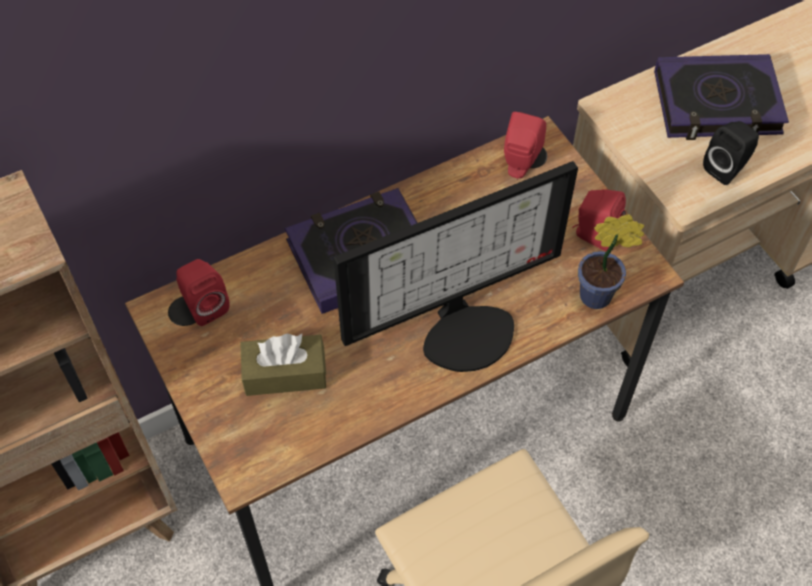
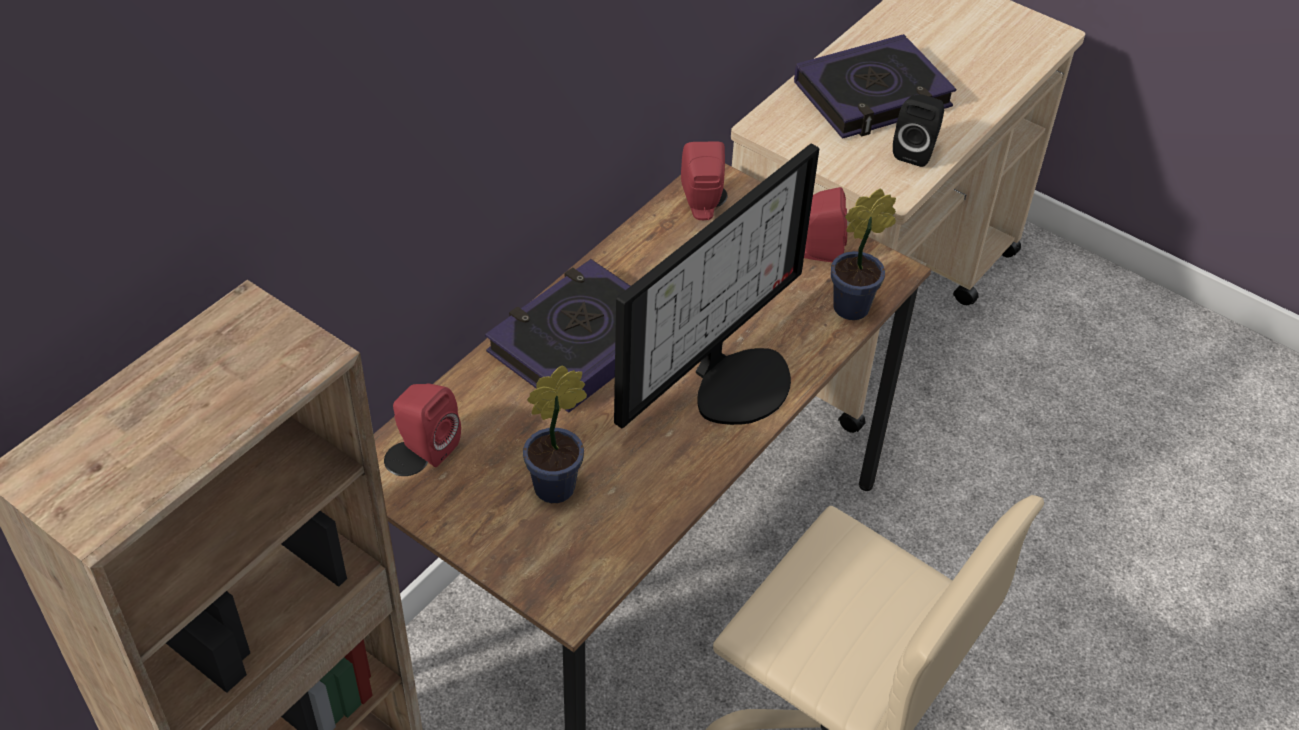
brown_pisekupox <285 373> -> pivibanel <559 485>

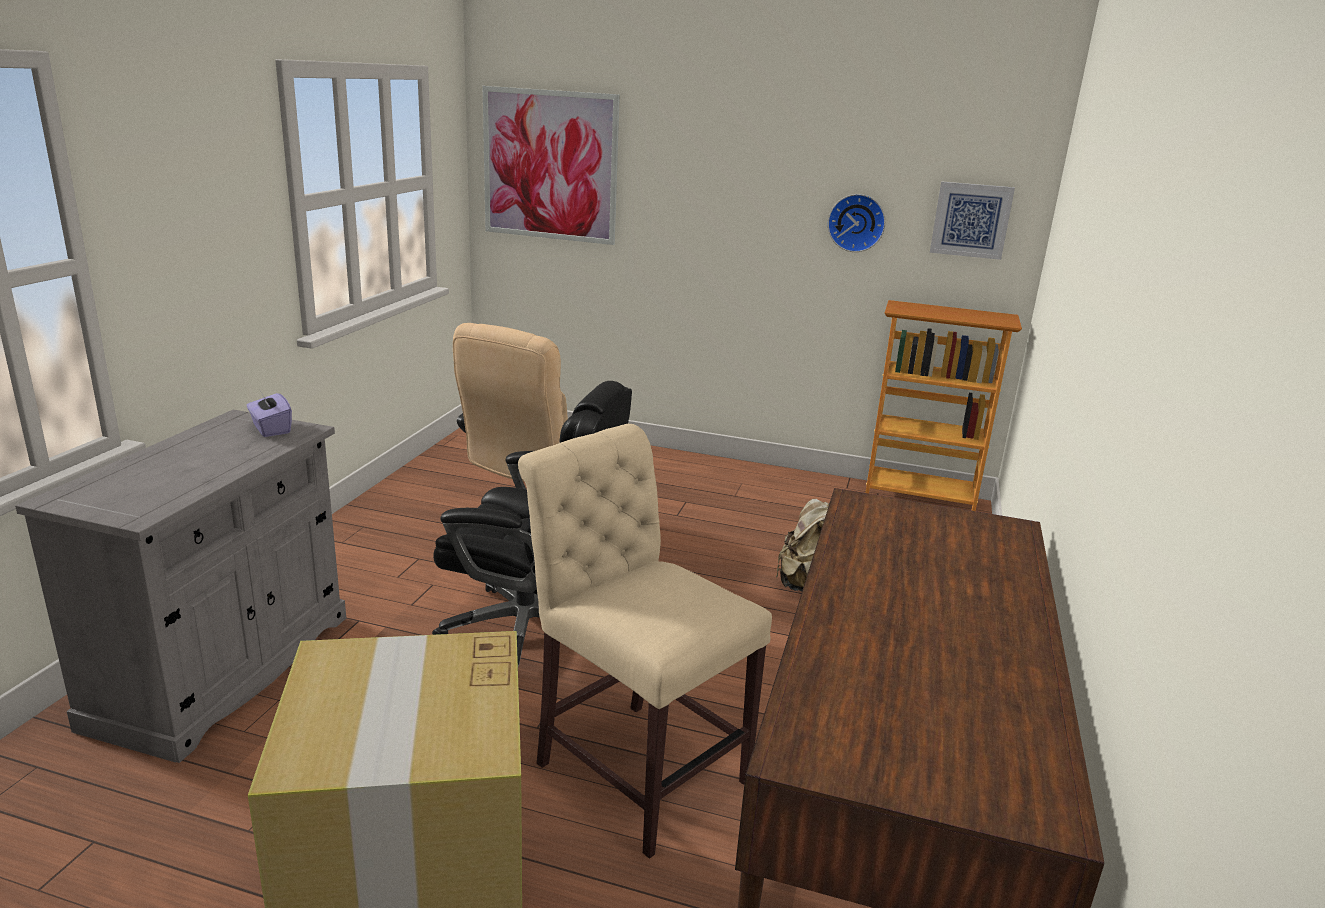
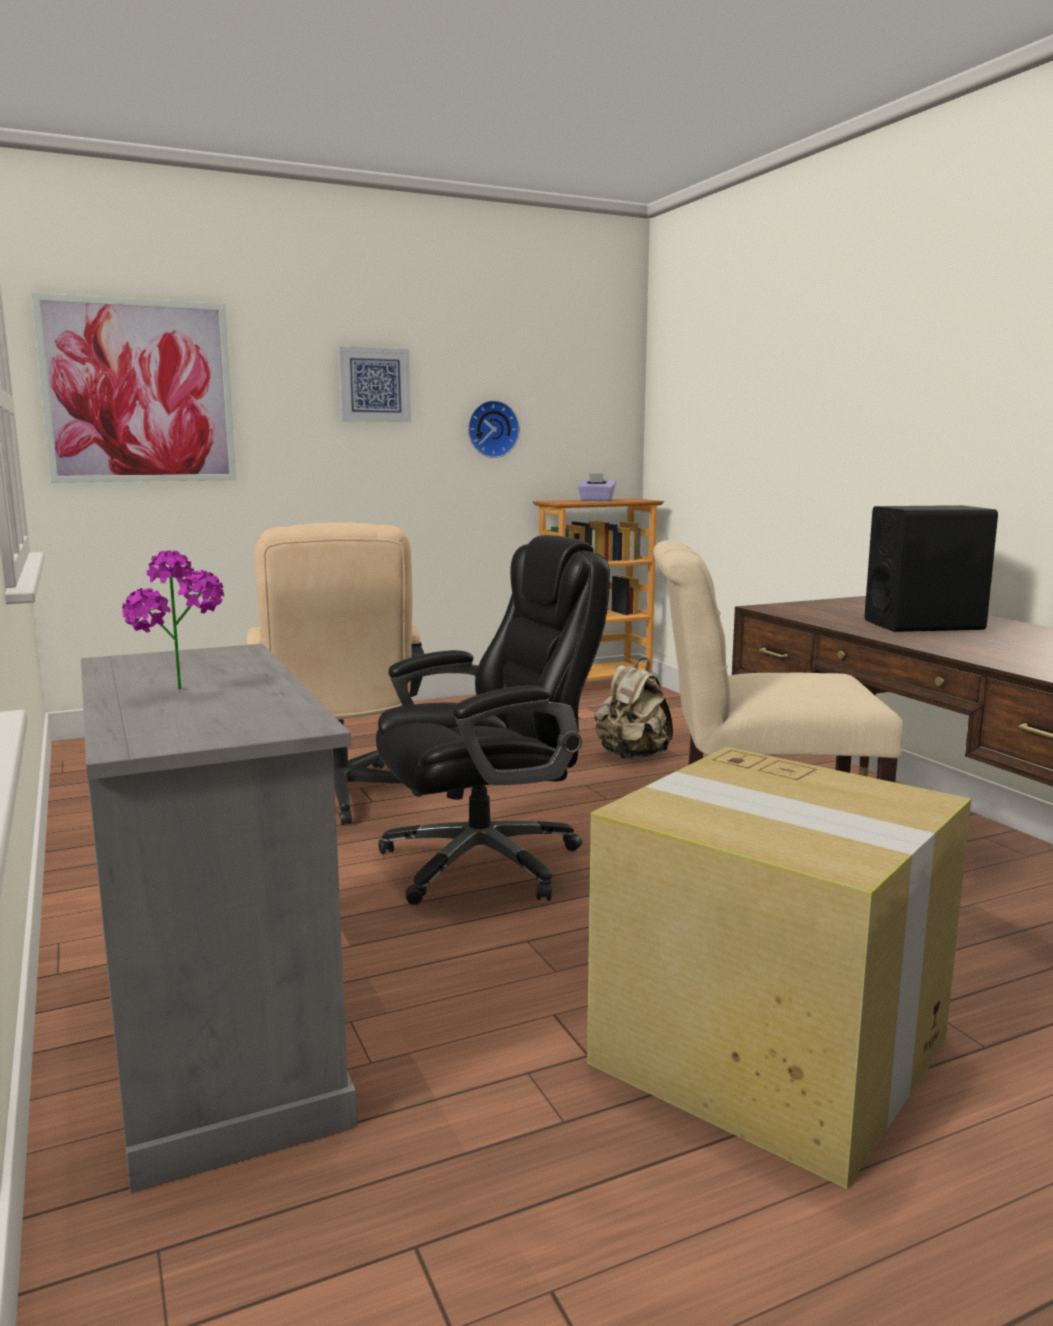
none -> pivibanel <183 692>
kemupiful <971 220> -> kemupiful <374 385>, moved
purple_pisekupox <271 429> -> purple_pisekupox <596 500>, moved
none -> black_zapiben <924 625>

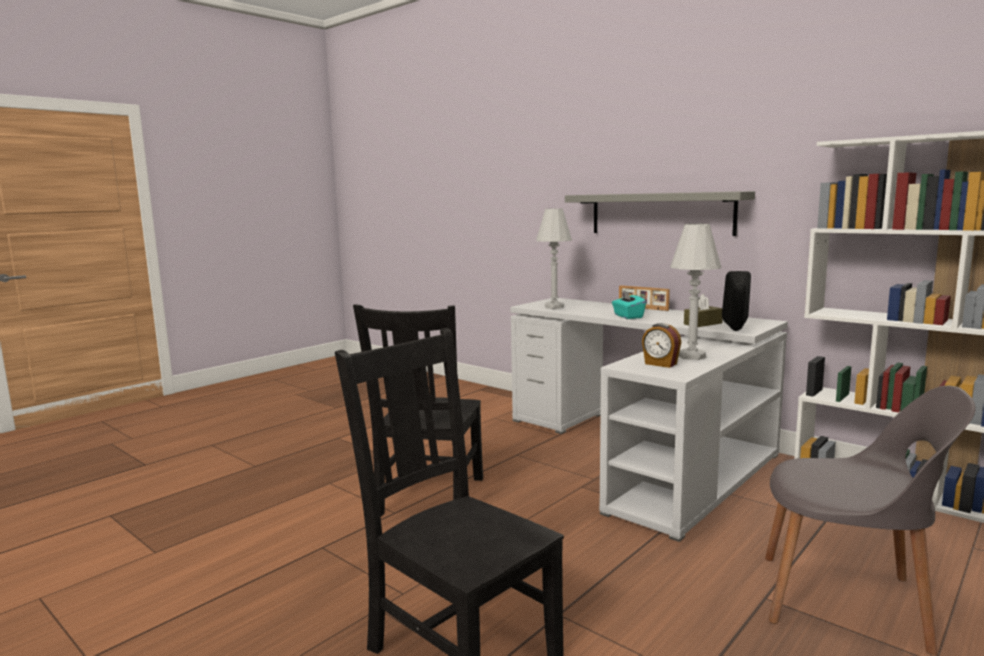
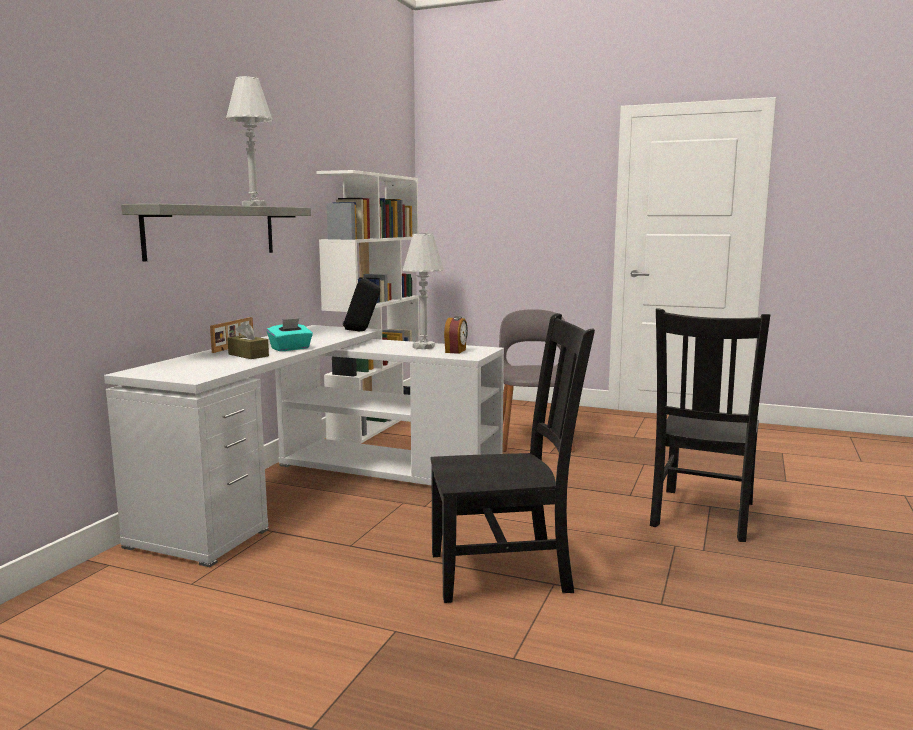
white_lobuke <554 307> -> white_lobuke <254 206>, moved
brown_pisekupox <703 323> -> brown_pisekupox <248 355>, moved

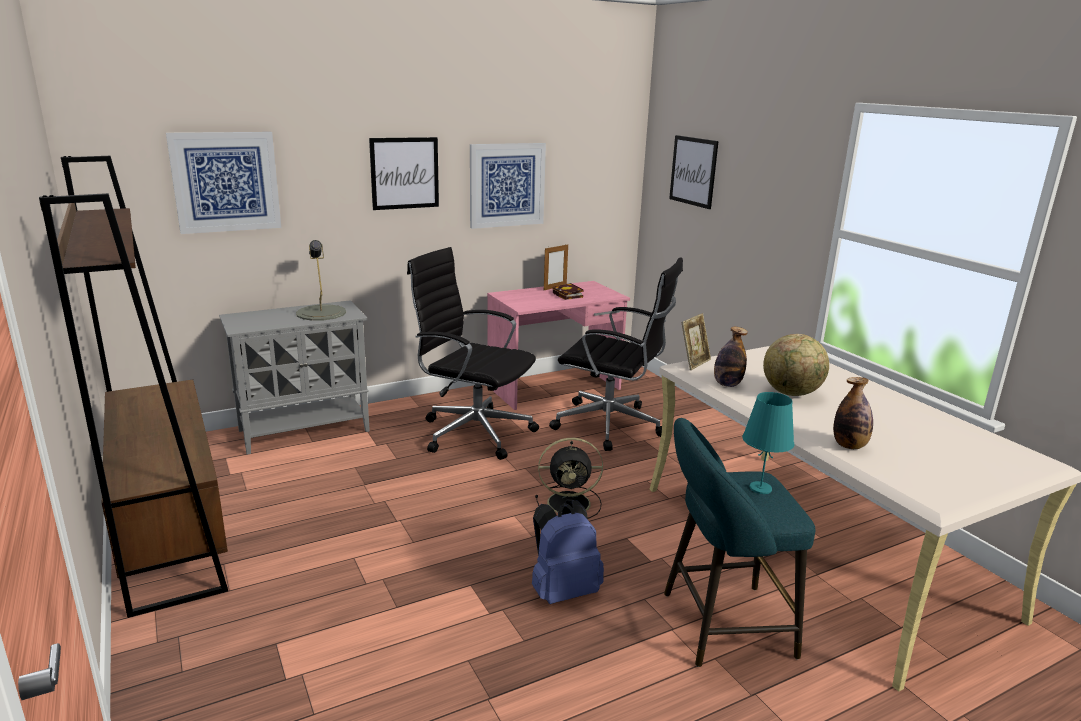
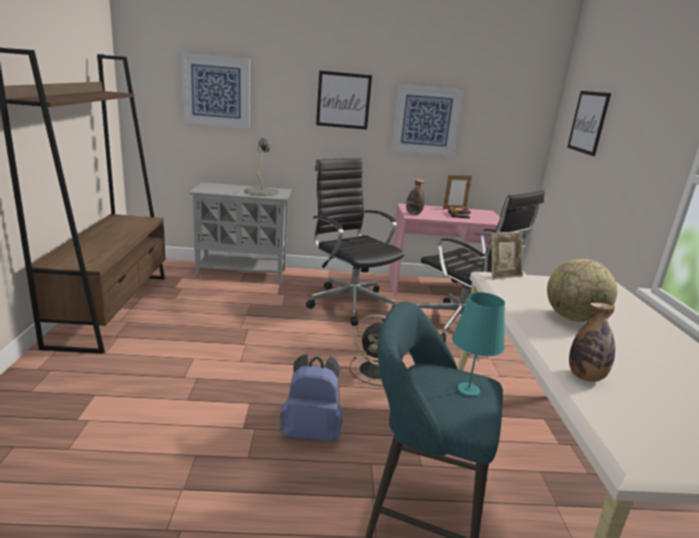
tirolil <727 384> -> tirolil <413 214>, moved

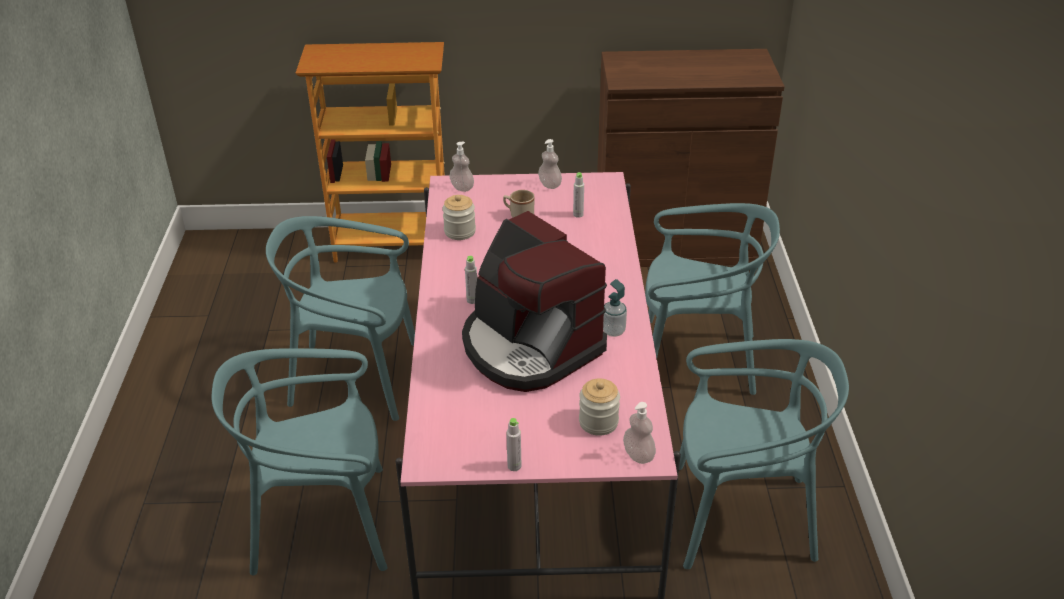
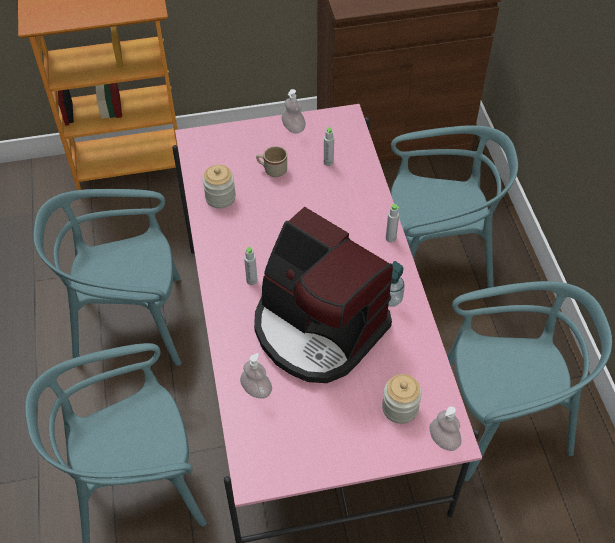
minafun <462 187> -> minafun <256 390>, moved
grey_tirolil <514 466> -> grey_tirolil <390 238>, moved

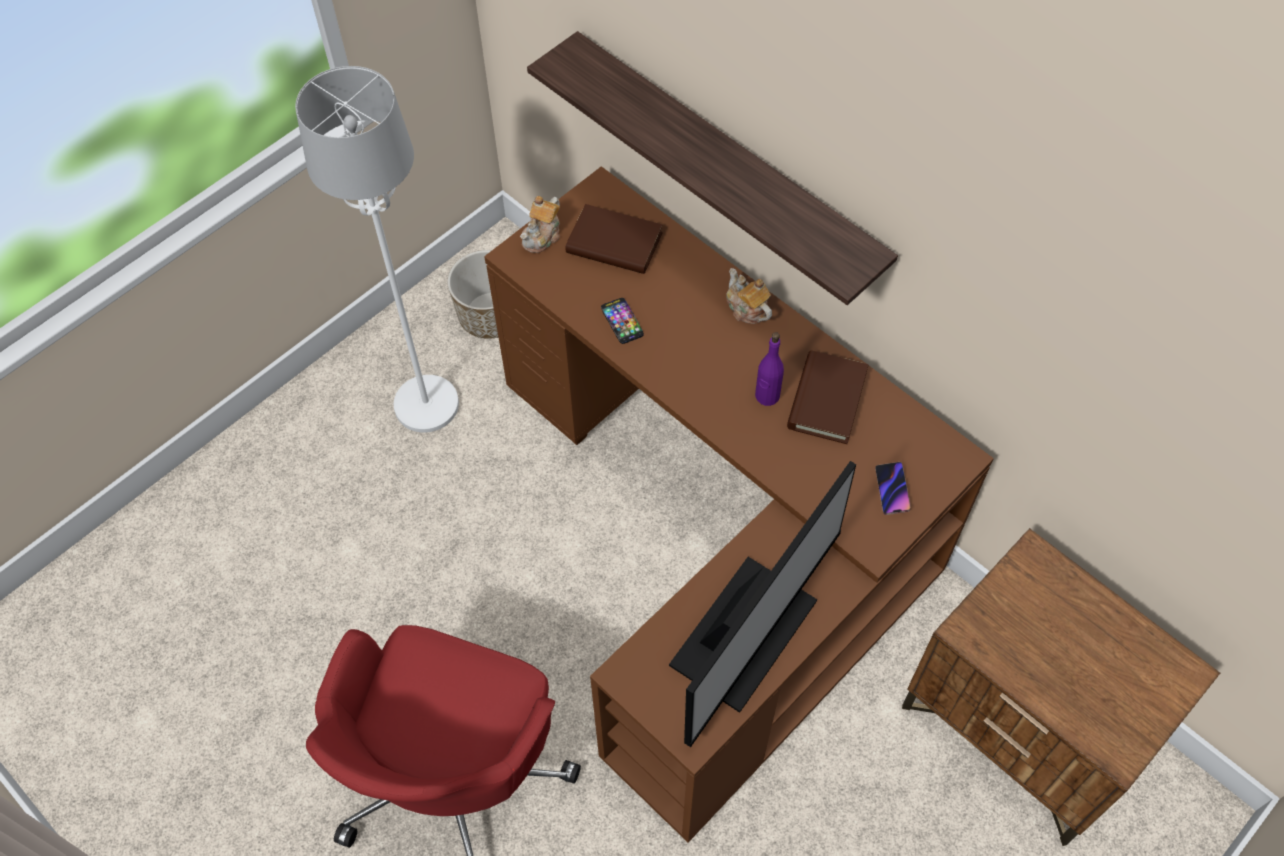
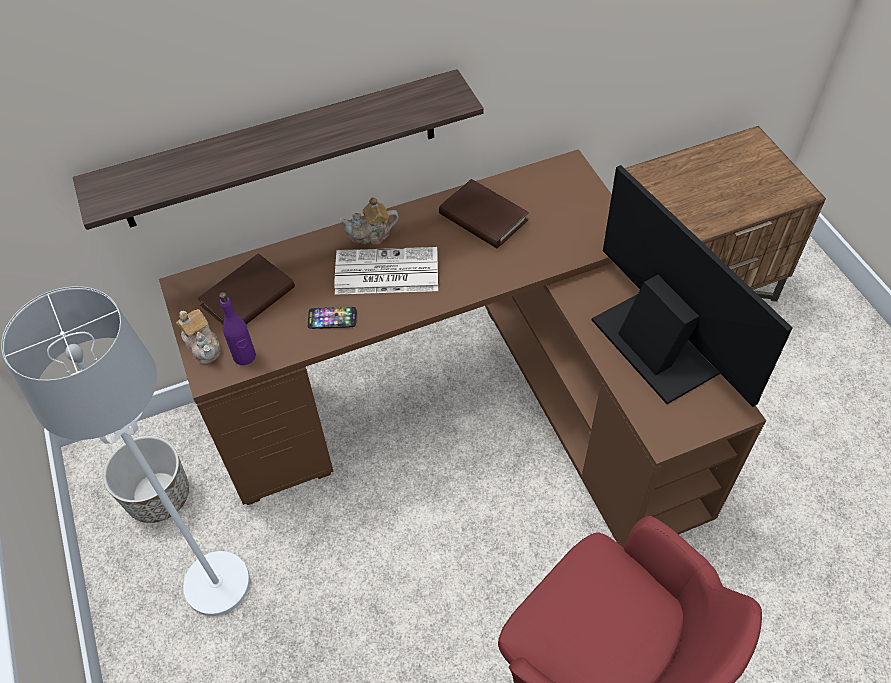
purple_tirolil <767 396> -> purple_tirolil <244 356>, moved
none -> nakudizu <385 272>
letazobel <892 490> -> none

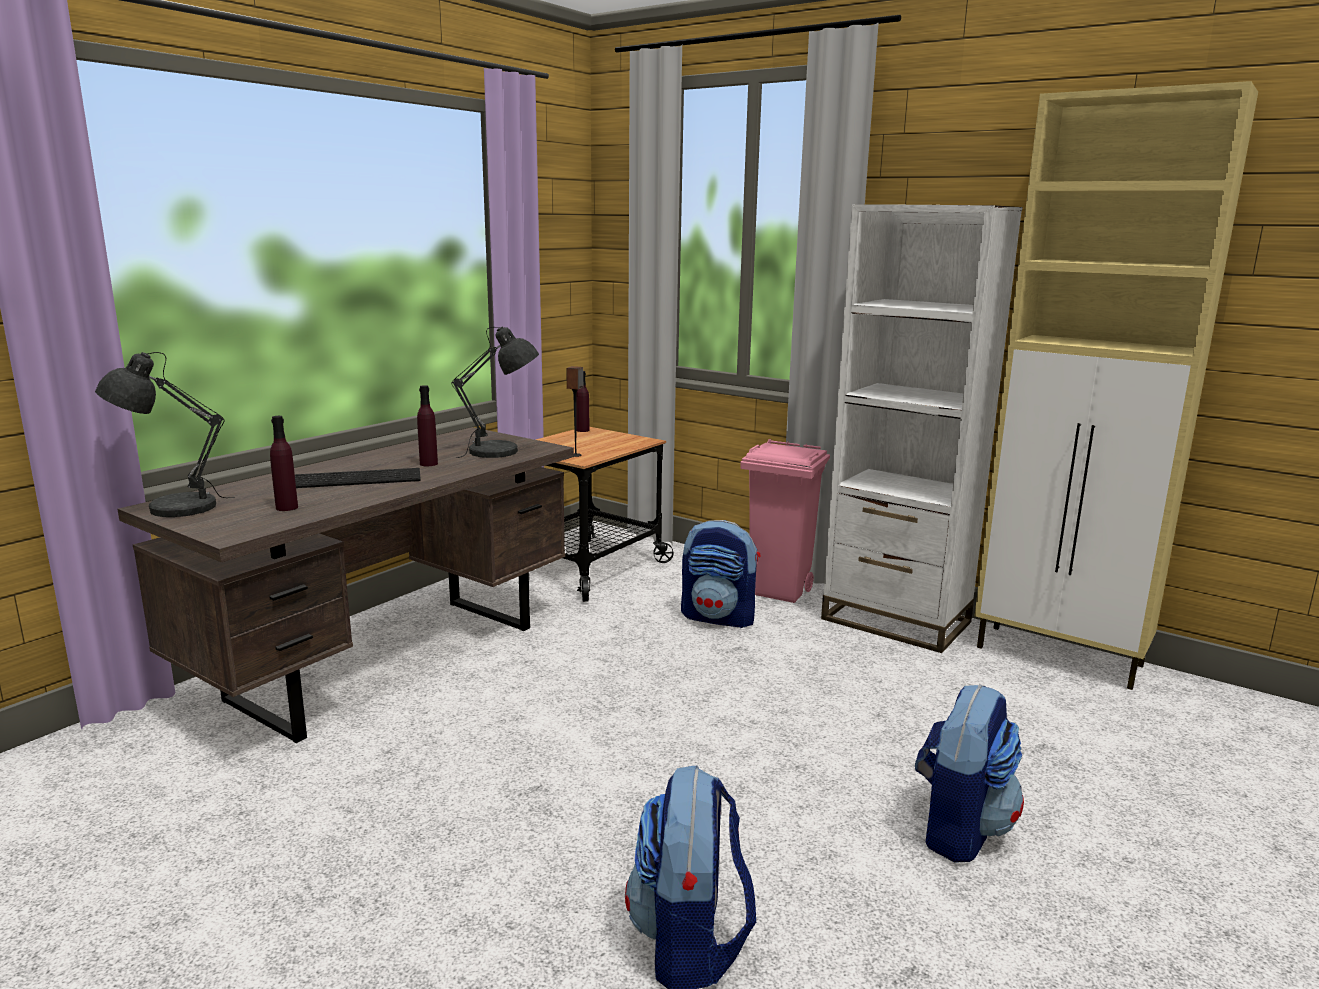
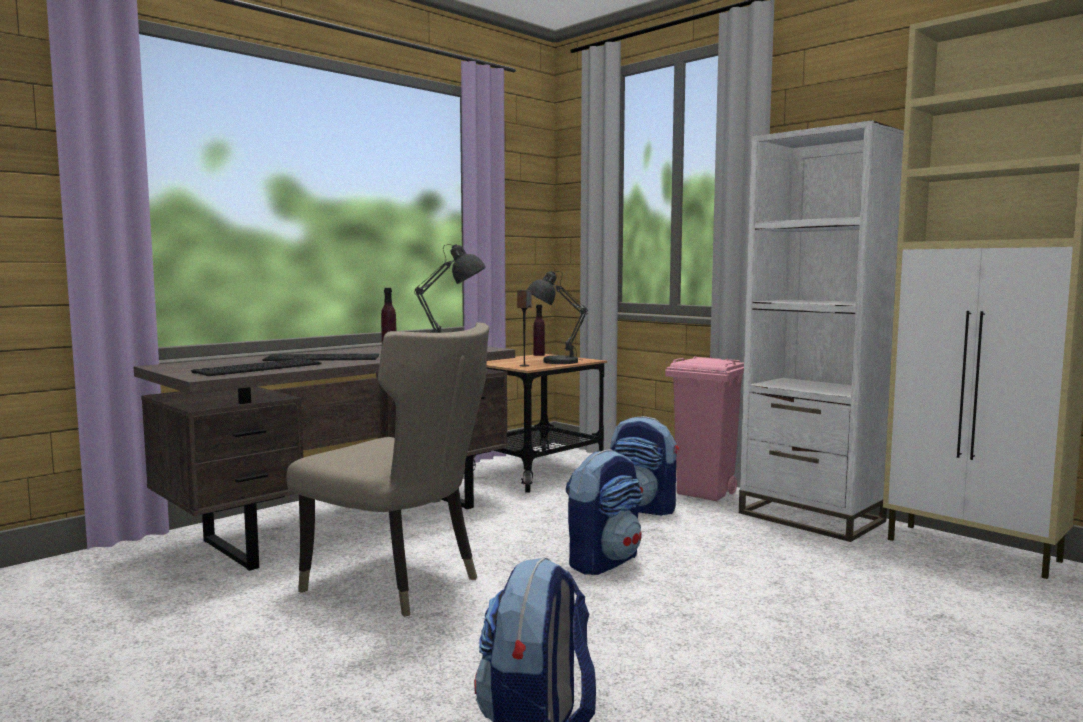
purple_tirolil <287 507> -> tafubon <259 368>
none -> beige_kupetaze <400 583>
grey_lobuke <174 508> -> grey_lobuke <555 362>, moved
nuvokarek <959 829> -> nuvokarek <603 561>, moved

